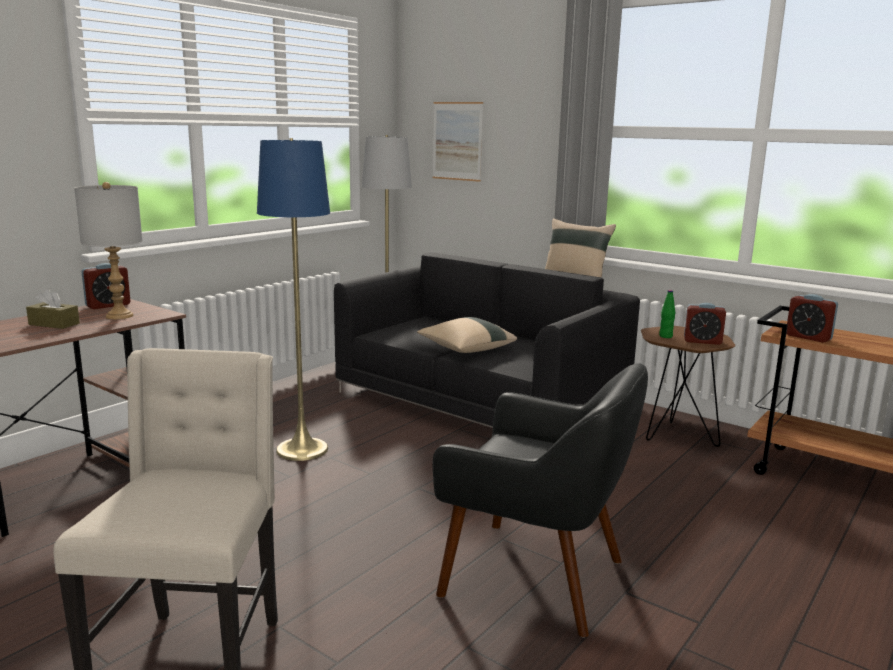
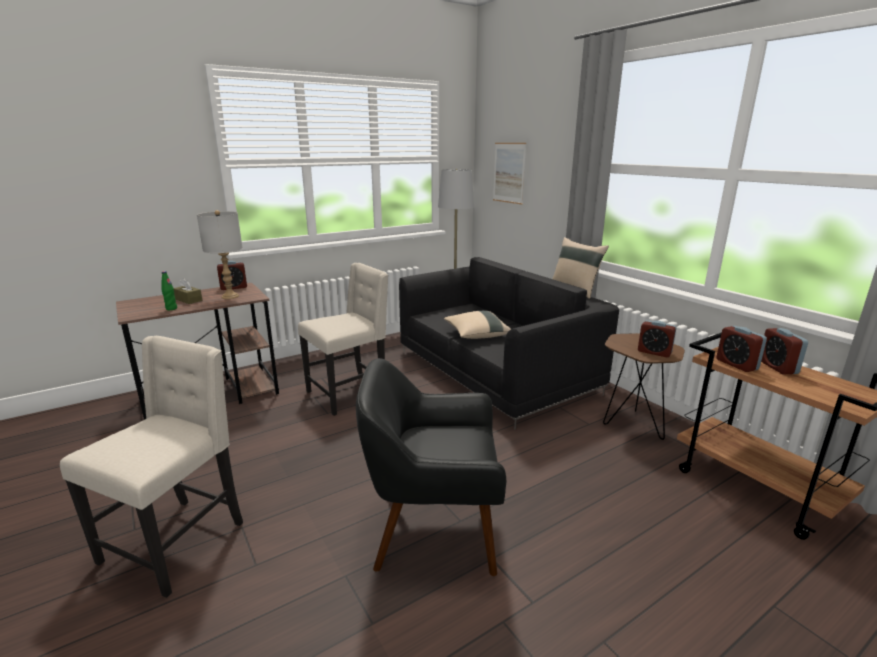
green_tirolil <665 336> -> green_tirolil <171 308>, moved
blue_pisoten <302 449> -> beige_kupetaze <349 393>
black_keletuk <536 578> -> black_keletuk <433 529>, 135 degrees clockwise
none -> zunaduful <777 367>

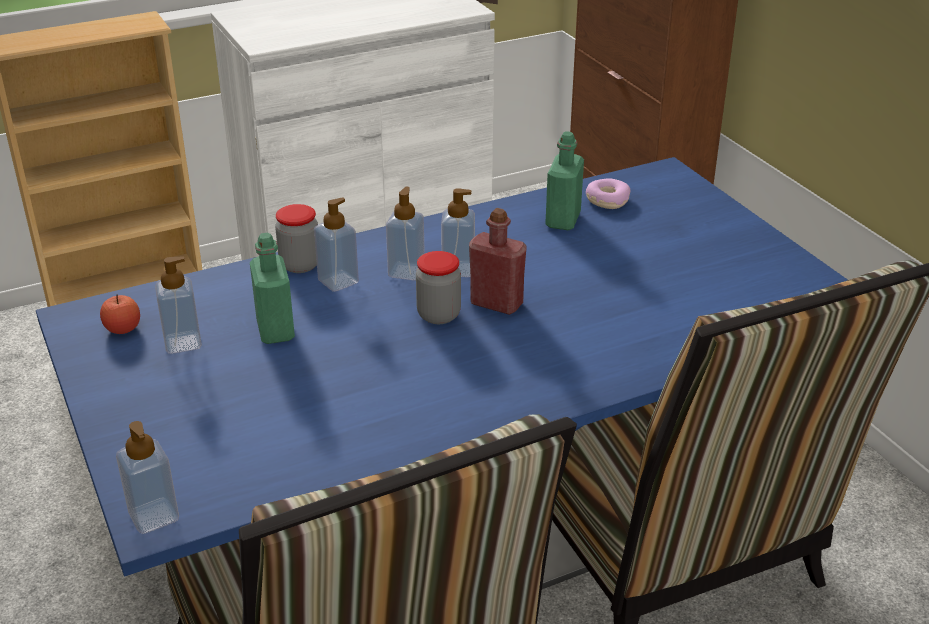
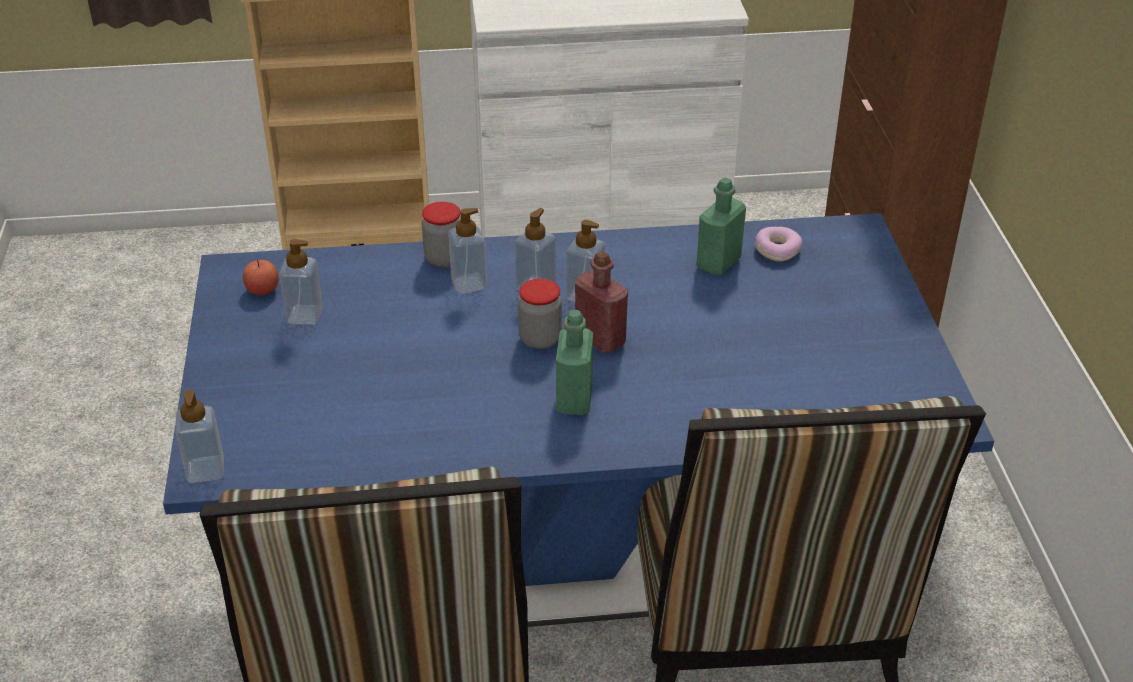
green_tirolil <275 330> -> green_tirolil <574 399>, moved

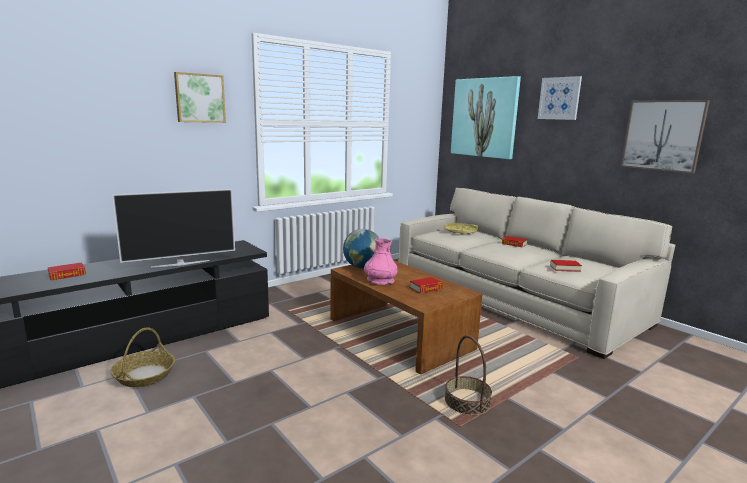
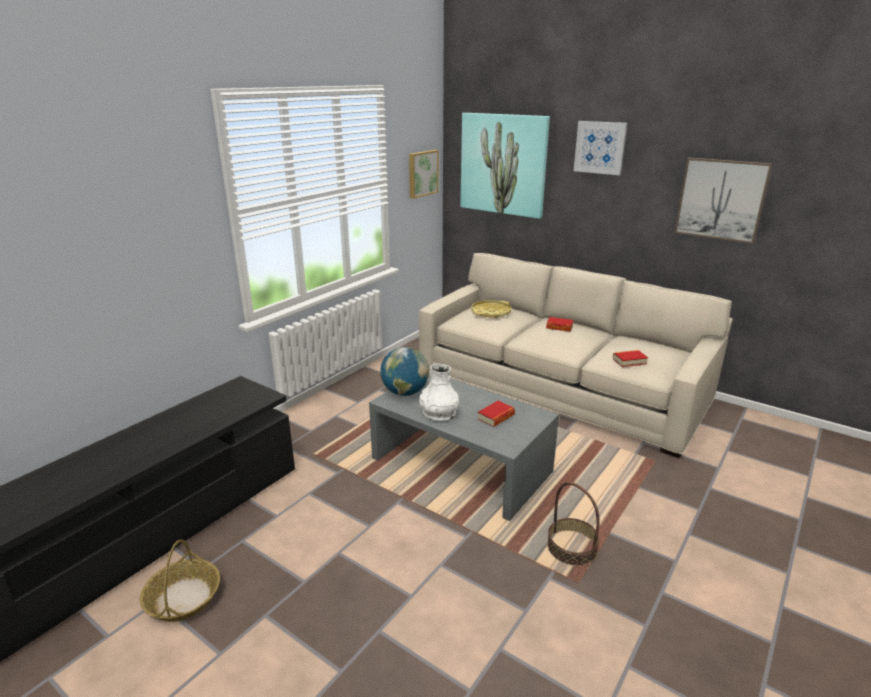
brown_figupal <400 334> -> grey_figupal <461 465>
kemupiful <199 98> -> kemupiful <422 173>, moved
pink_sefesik <380 281> -> white_sefesik <439 414>
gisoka <67 275> -> none
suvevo <180 263> -> none

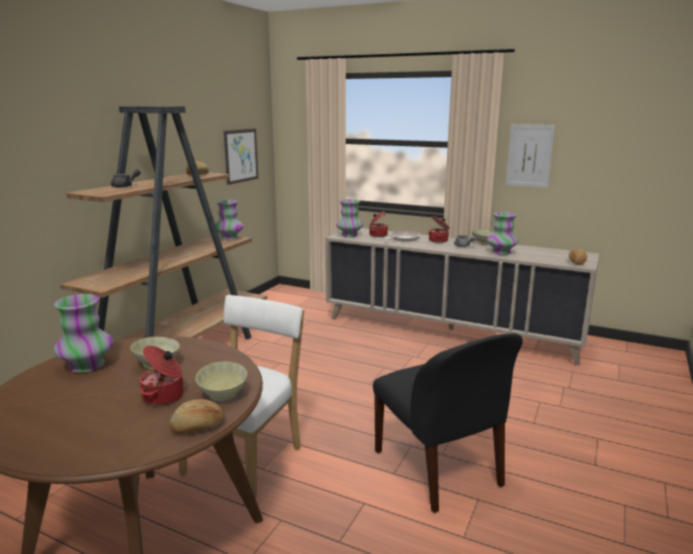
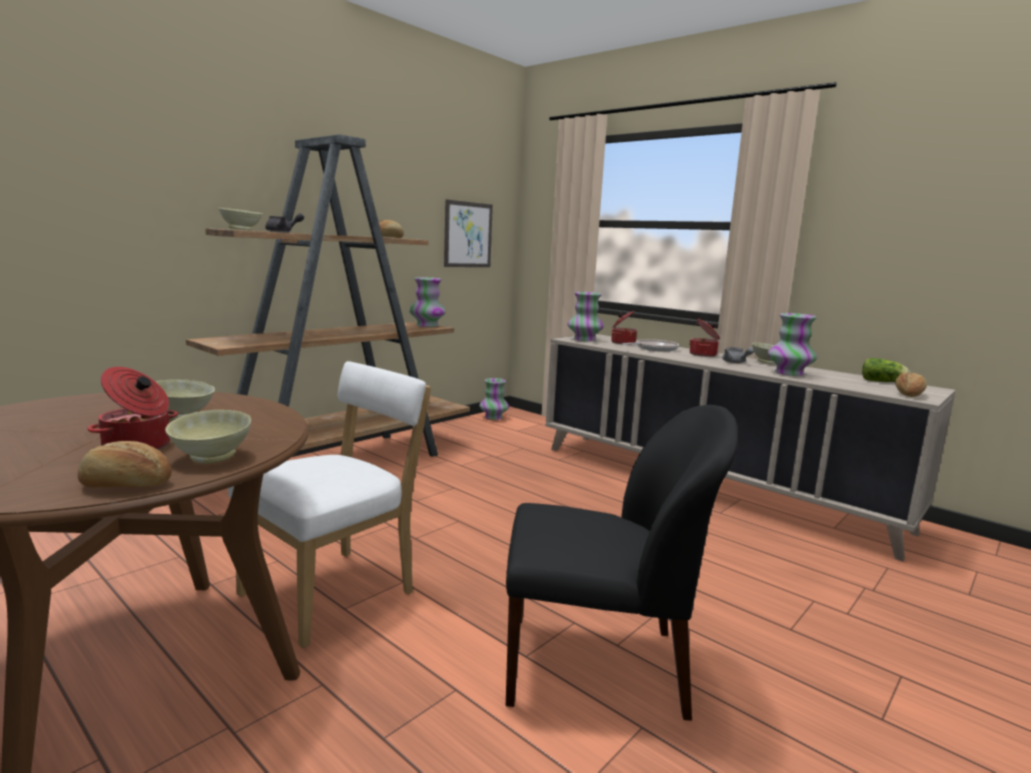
none -> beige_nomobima <241 230>
sefesik <87 365> -> sefesik <493 417>, moved
black_kupetaze <439 470> -> black_kupetaze <599 666>, 75 degrees counterclockwise
none -> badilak <884 382>
kemupiful <529 156> -> none

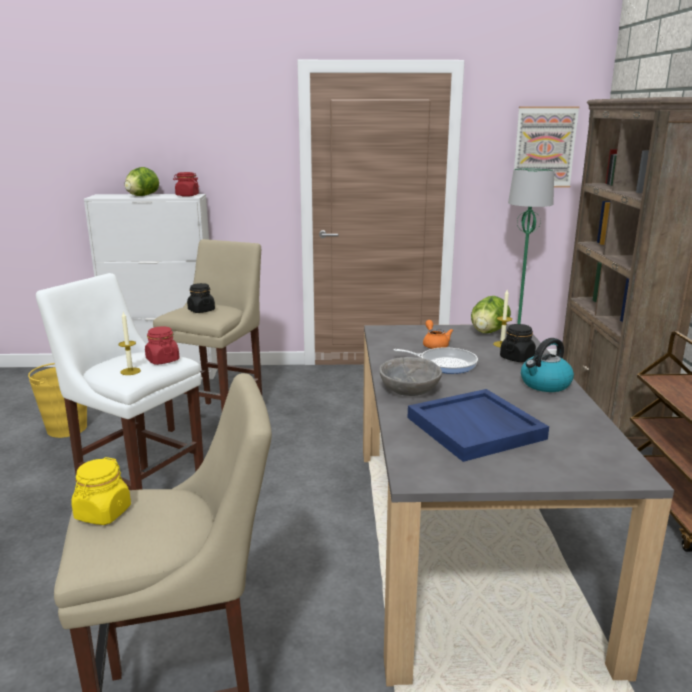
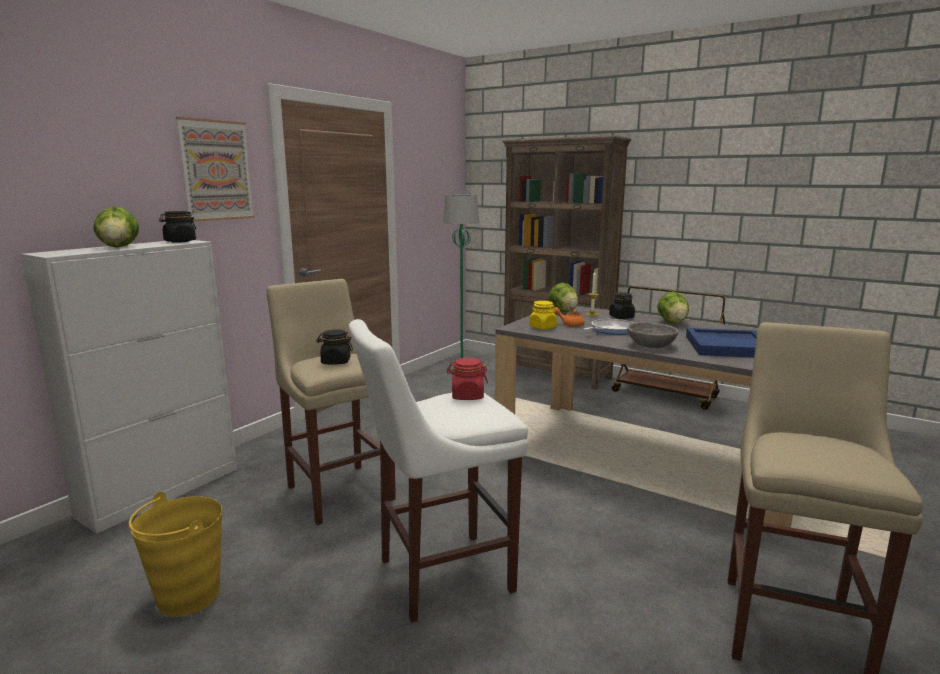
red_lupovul <187 195> -> black_lupovul <179 241>
kemupiful <544 147> -> kemupiful <216 170>, moved
yellow_lupovul <103 513> -> yellow_lupovul <543 327>, moved
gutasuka <545 384> -> badilak <672 322>
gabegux <130 371> -> none

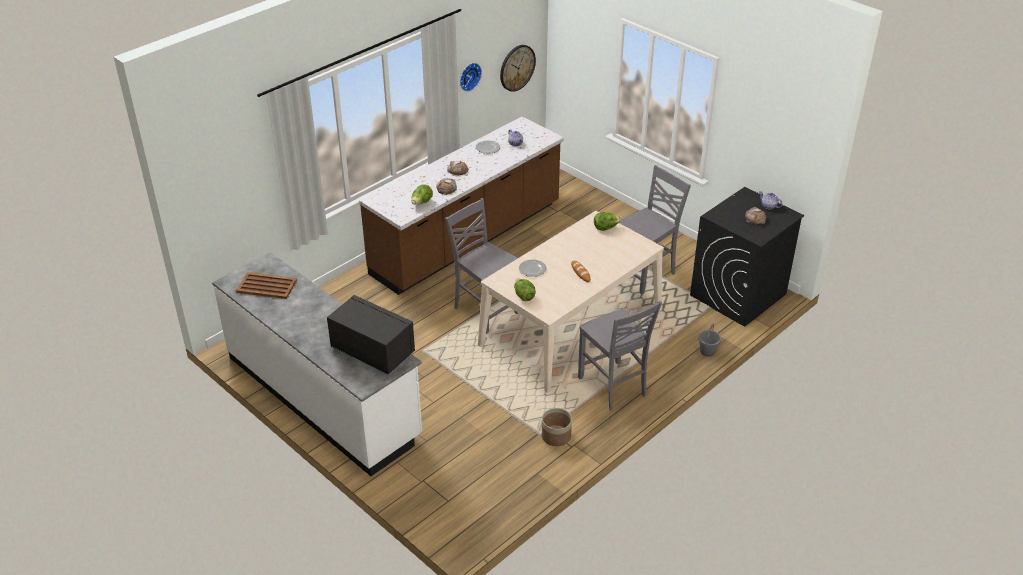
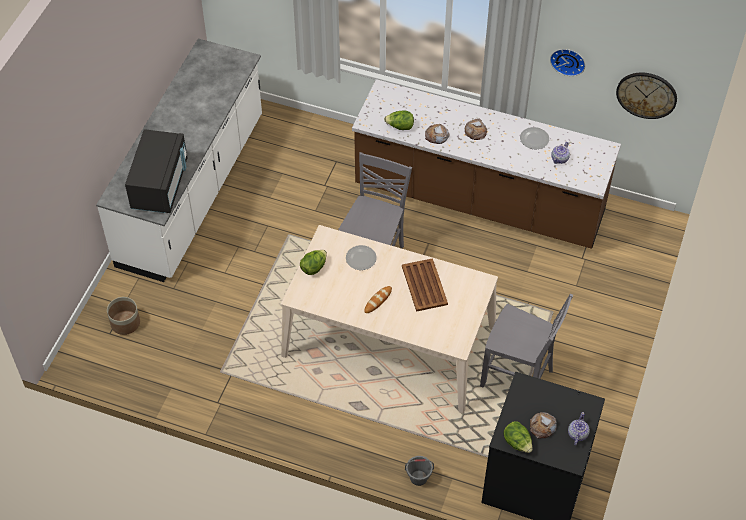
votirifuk <556 436> -> votirifuk <125 323>, moved
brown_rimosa <266 286> -> brown_rimosa <424 285>, moved
badilak <605 228> -> badilak <517 443>, moved
grey_kupetaze <613 387> -> none

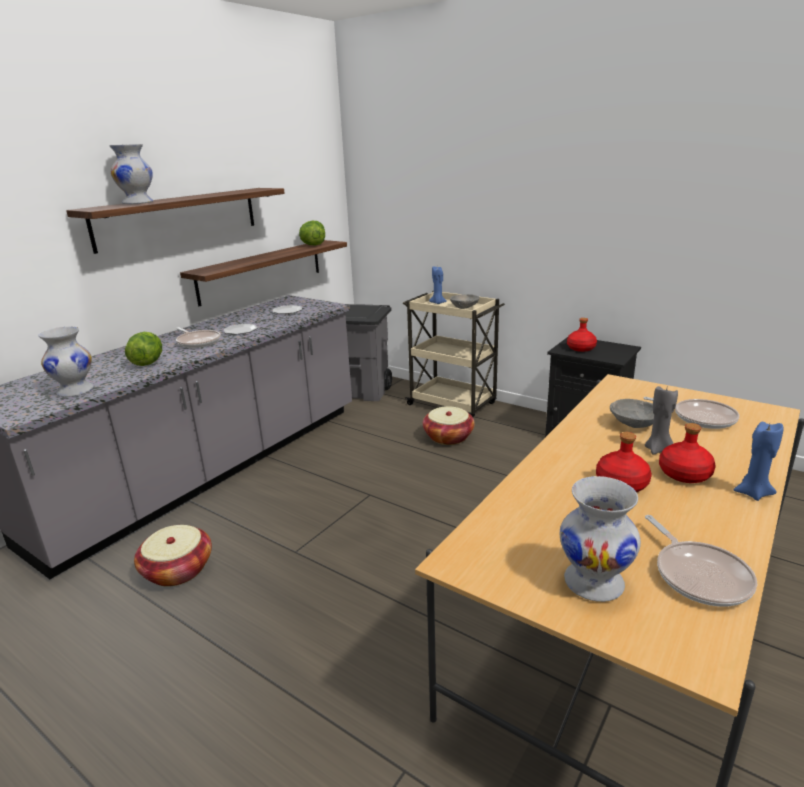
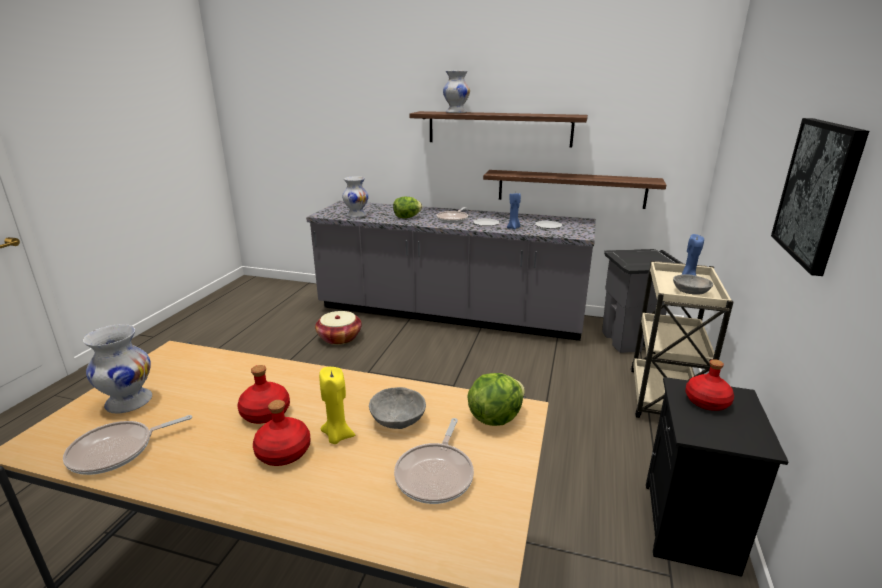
grey_gabegux <658 450> -> yellow_gabegux <337 436>
badilak <313 245> -> badilak <494 417>, moved
blue_gabegux <752 493> -> blue_gabegux <513 228>, moved
none -> kemupiful <817 192>
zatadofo <448 437> -> none

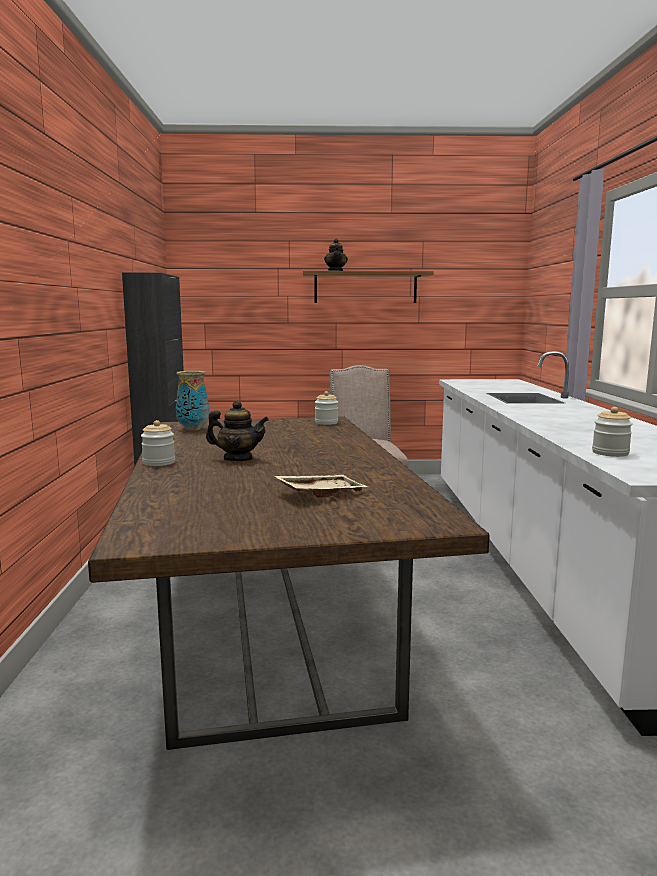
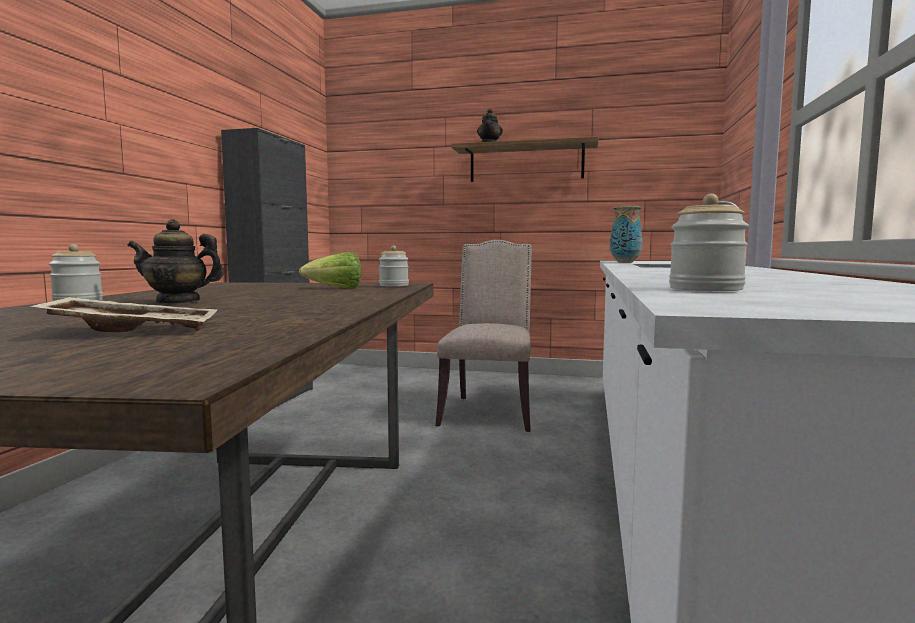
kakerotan <238 459> -> kakerotan <178 302>, 150 degrees clockwise
none -> badilak <336 288>
sefesik <193 429> -> sefesik <624 262>, moved

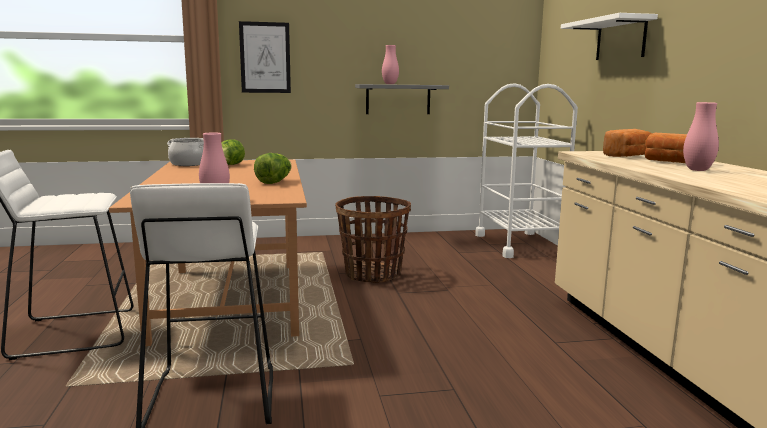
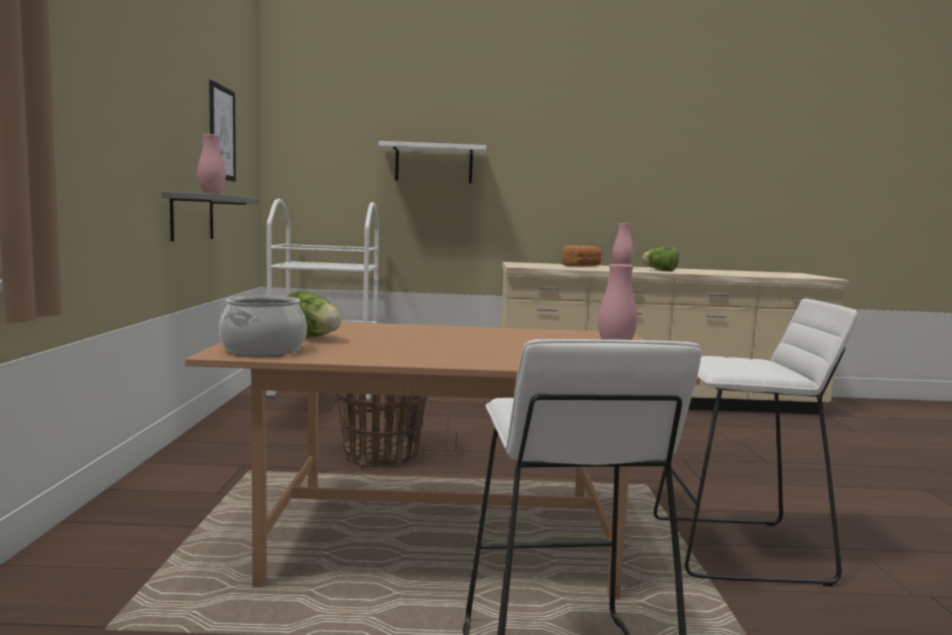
kemupiful <265 57> -> kemupiful <222 133>, moved
badilak <274 182> -> badilak <660 270>, moved
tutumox <628 156> -> none

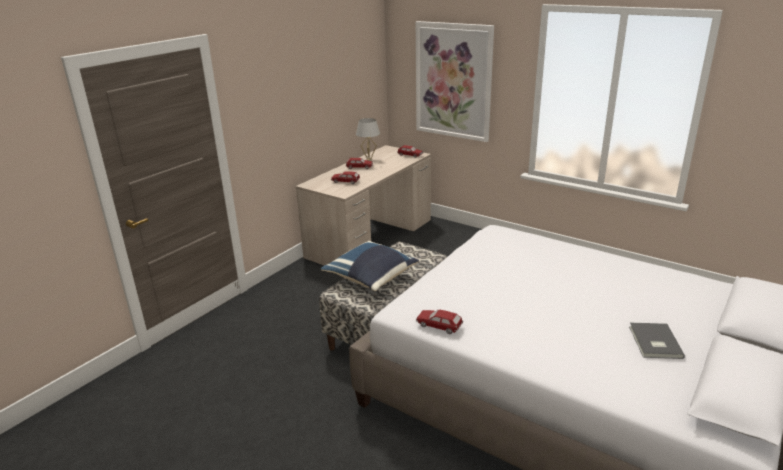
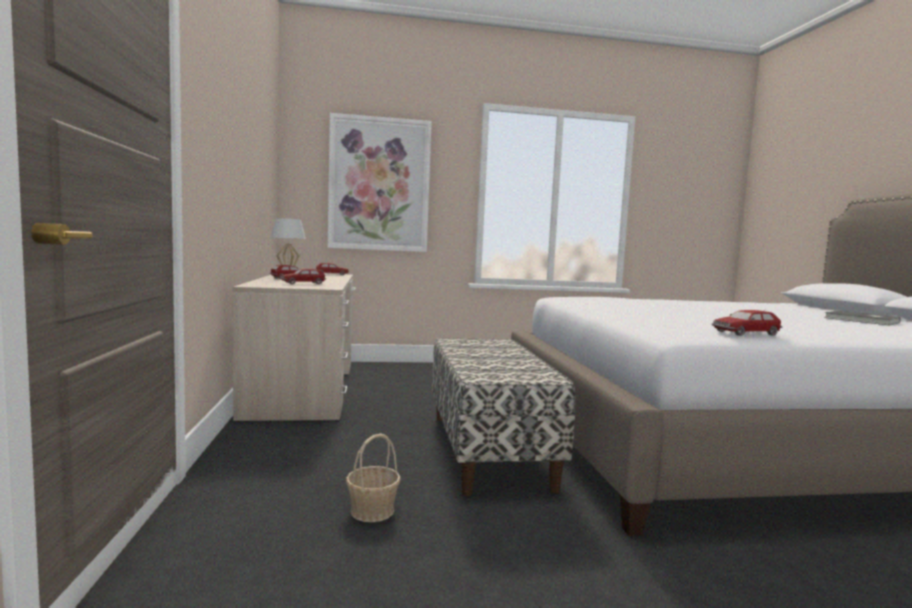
none -> zatadofo <372 511>
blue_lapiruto <371 278> -> none

